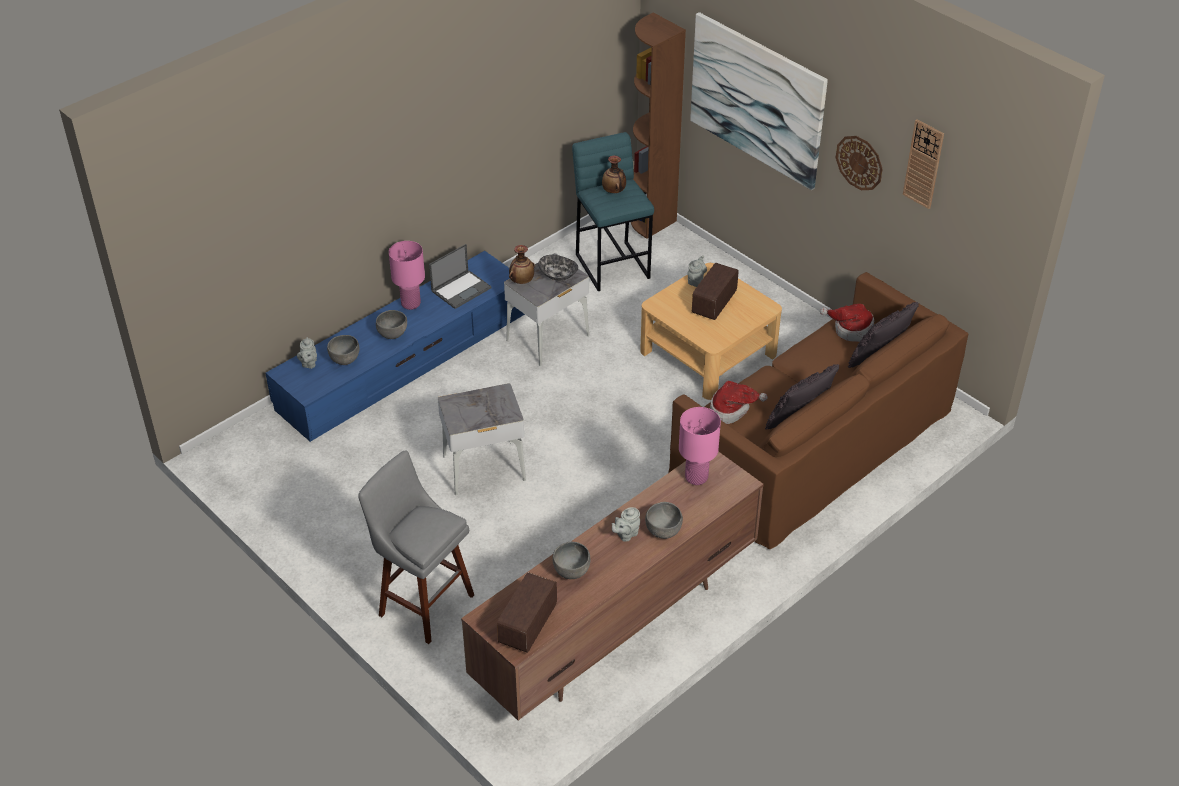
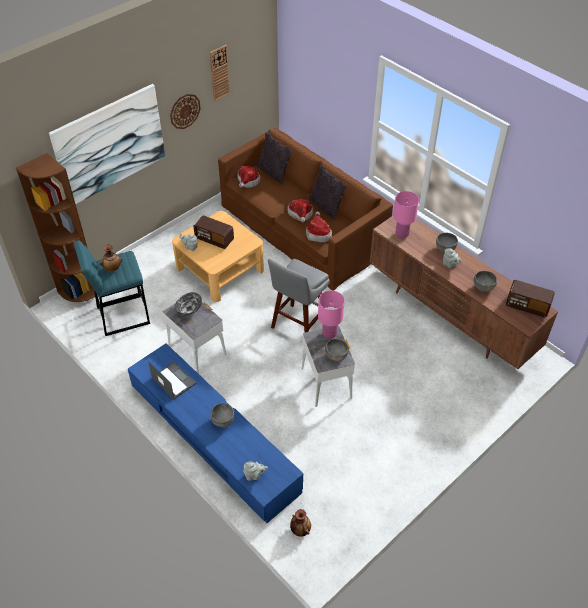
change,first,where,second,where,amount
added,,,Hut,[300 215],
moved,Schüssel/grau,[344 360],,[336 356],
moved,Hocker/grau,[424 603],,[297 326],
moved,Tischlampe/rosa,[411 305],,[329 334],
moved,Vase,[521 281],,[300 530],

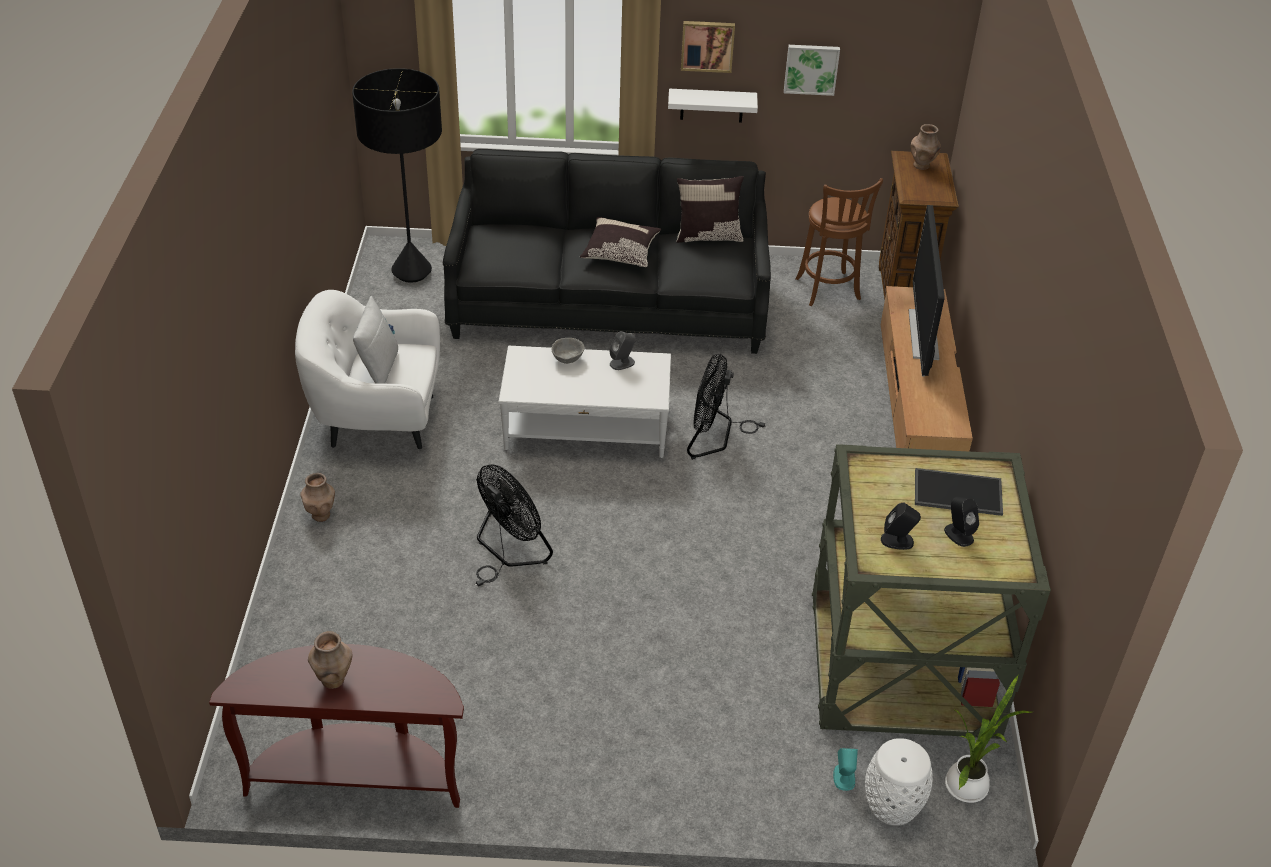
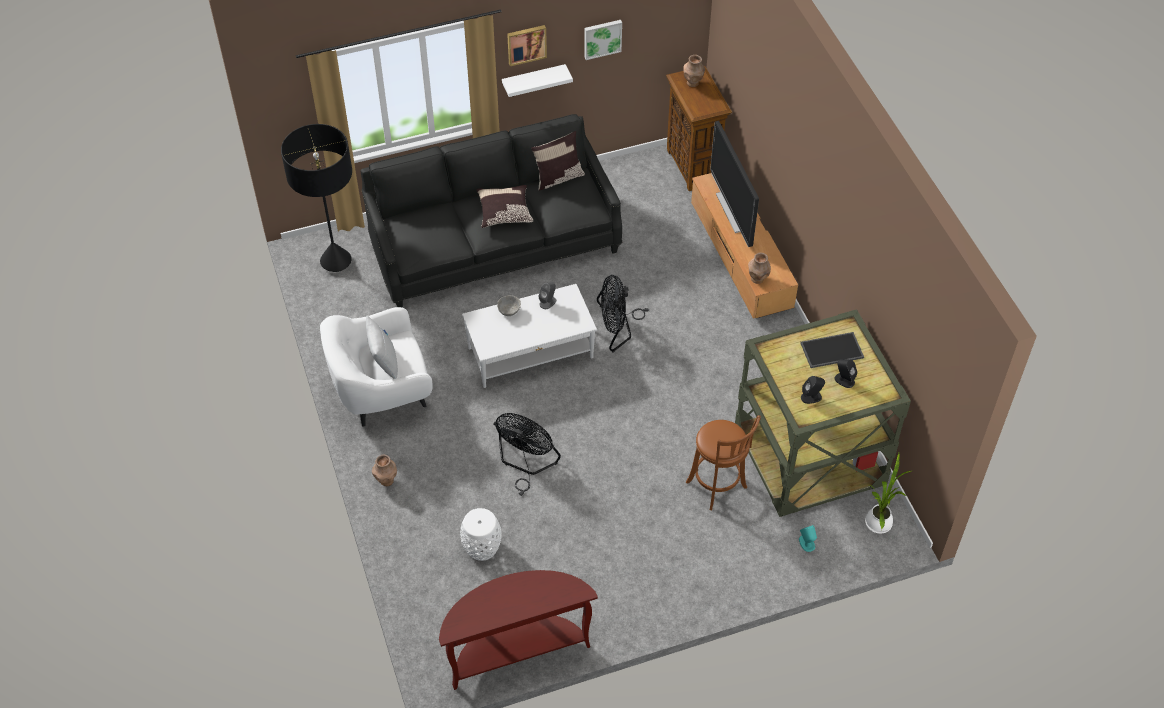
change,first,where,second,where,amount
moved,Vase/braun,[333 680],,[757 279],
moved,Hocker/braun,[828 291],,[718 487],
moved,Hocker/weiß,[892 805],,[482 547],

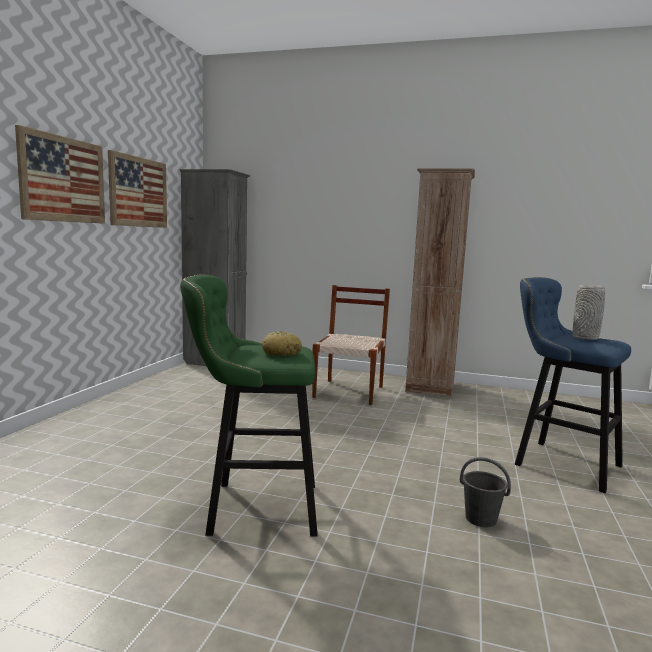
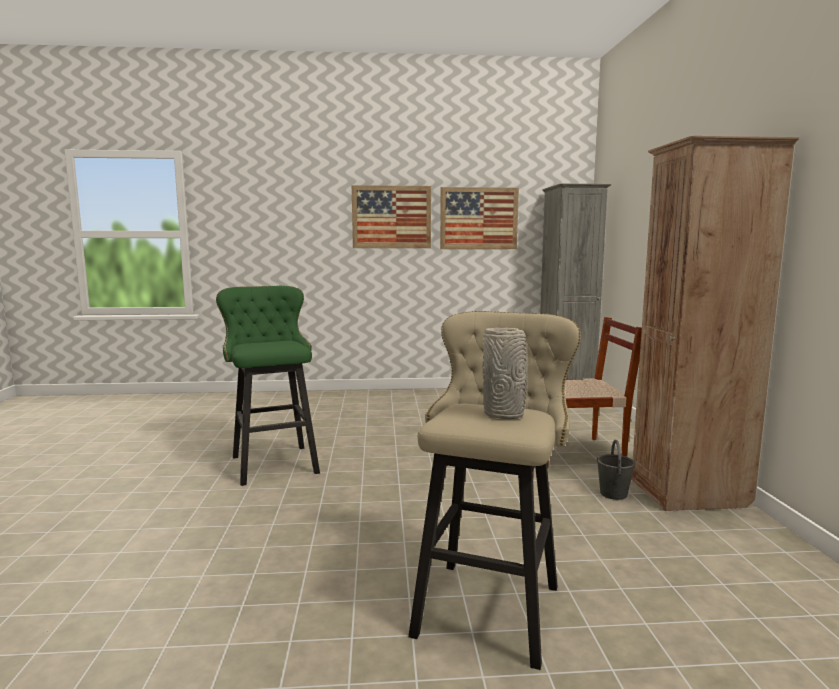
change,first,where,second,where,amount
removed,Brot,[281 353],,,
moved,Eimer/grau,[481 519],,[613 494],
recoloured,Hocker/blau,[555 461],Hocker/beige,[492 598],

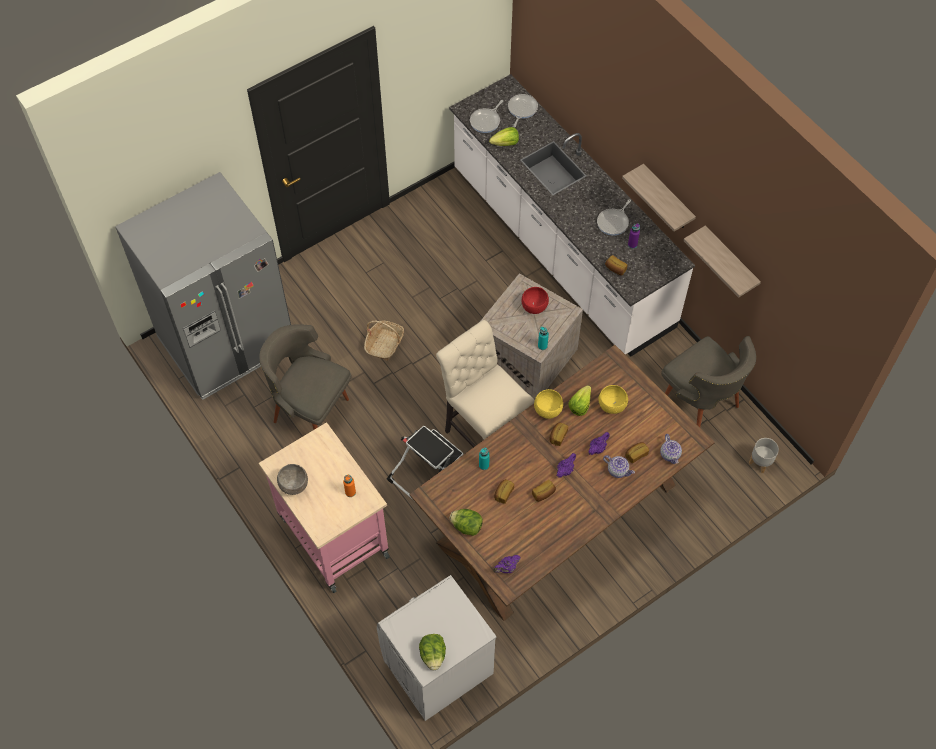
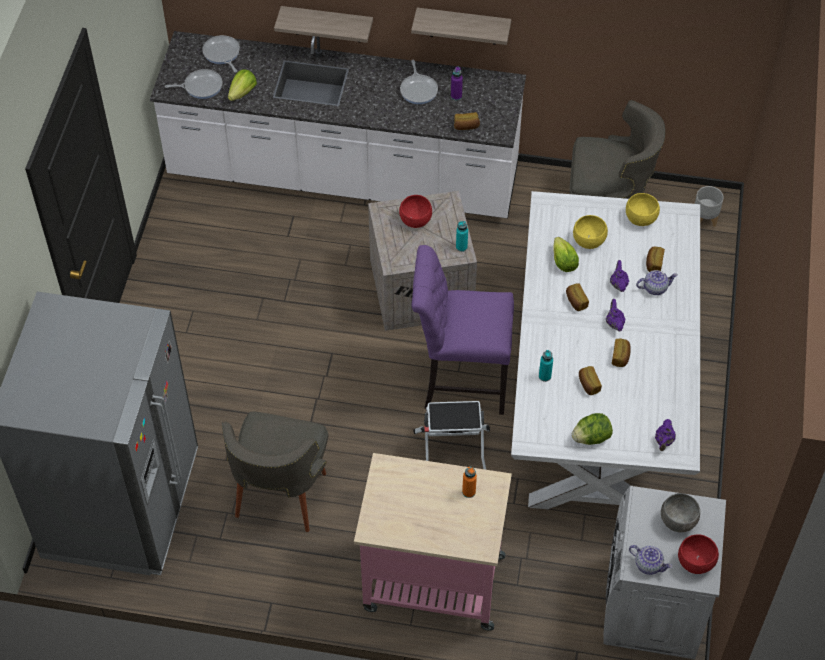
change,first,where,second,where,amount
removed,Korb,[384 344],,,
moved,Schüssel/grau,[293 485],,[678 522],
moved,Schüssel/gelb,[548 410],,[641 219],
moved,Teekanne,[670 454],,[649 564],
moved,Wandregal,[730 262],,[327 24],
replaced,Salatkopf,[433 655],Schüssel/rot,[695 562],
recoloured,Esstisch/braun,[557 512],Esstisch/weiß,[598 393],
recoloured,Hocker/beige,[484 432],Hocker/lila,[460 381],
turned,Stuhl/grau,[311 411],,[281 494],60 degrees counterclockwise
turned,Pfanne,[486 121],,[201 86],90 degrees counterclockwise

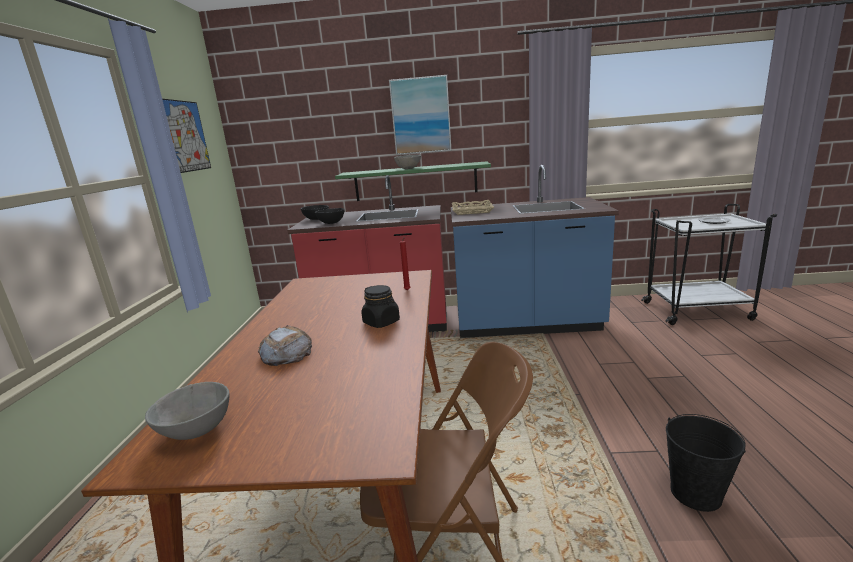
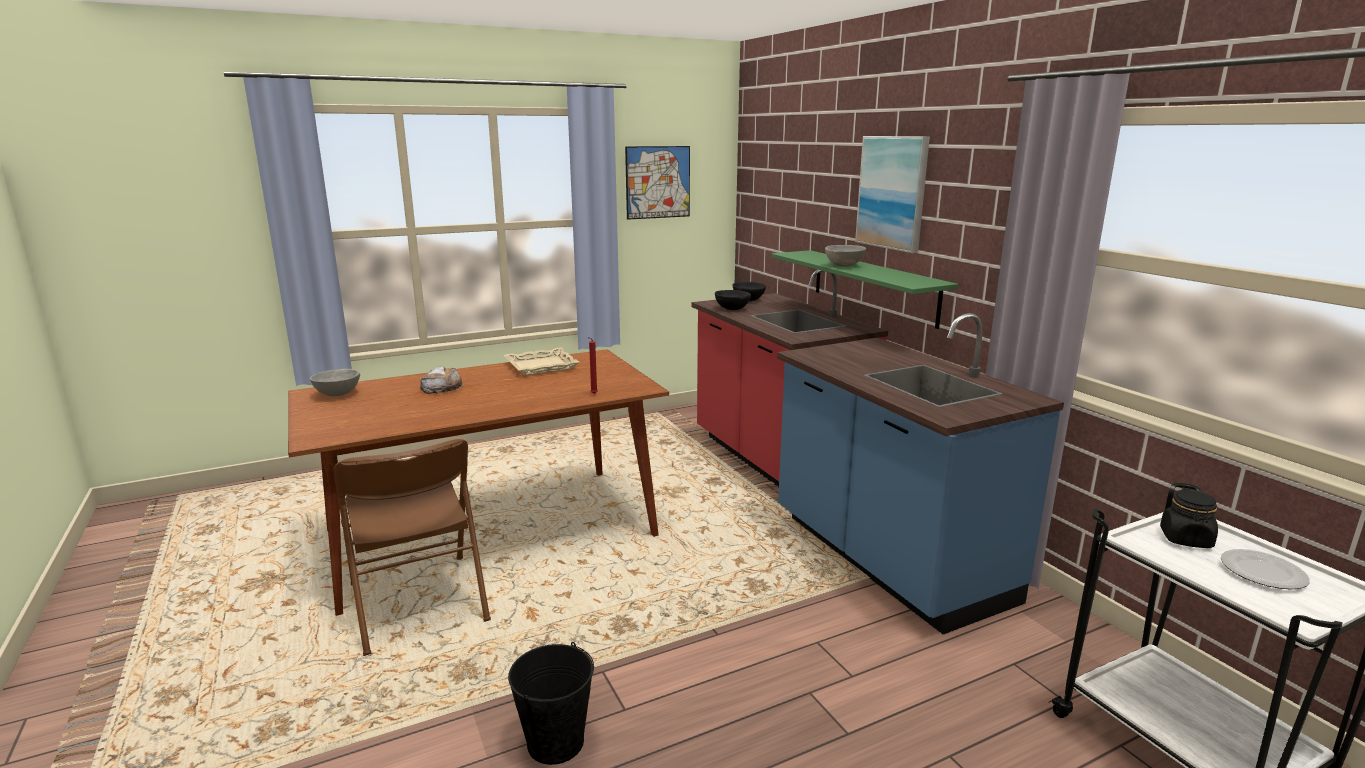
change,first,where,second,where,amount
moved,Vorratsglas/schwarz,[381 322],,[1186 539],
moved,Tablett/beige,[472 210],,[541 366],

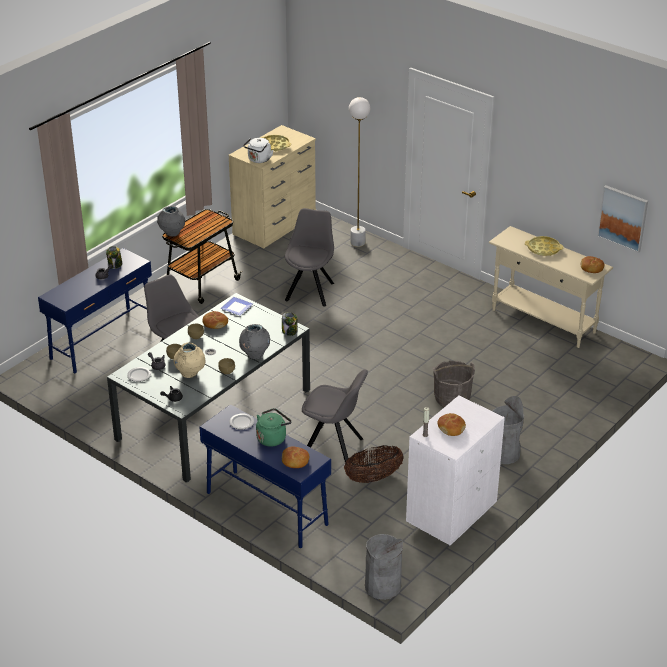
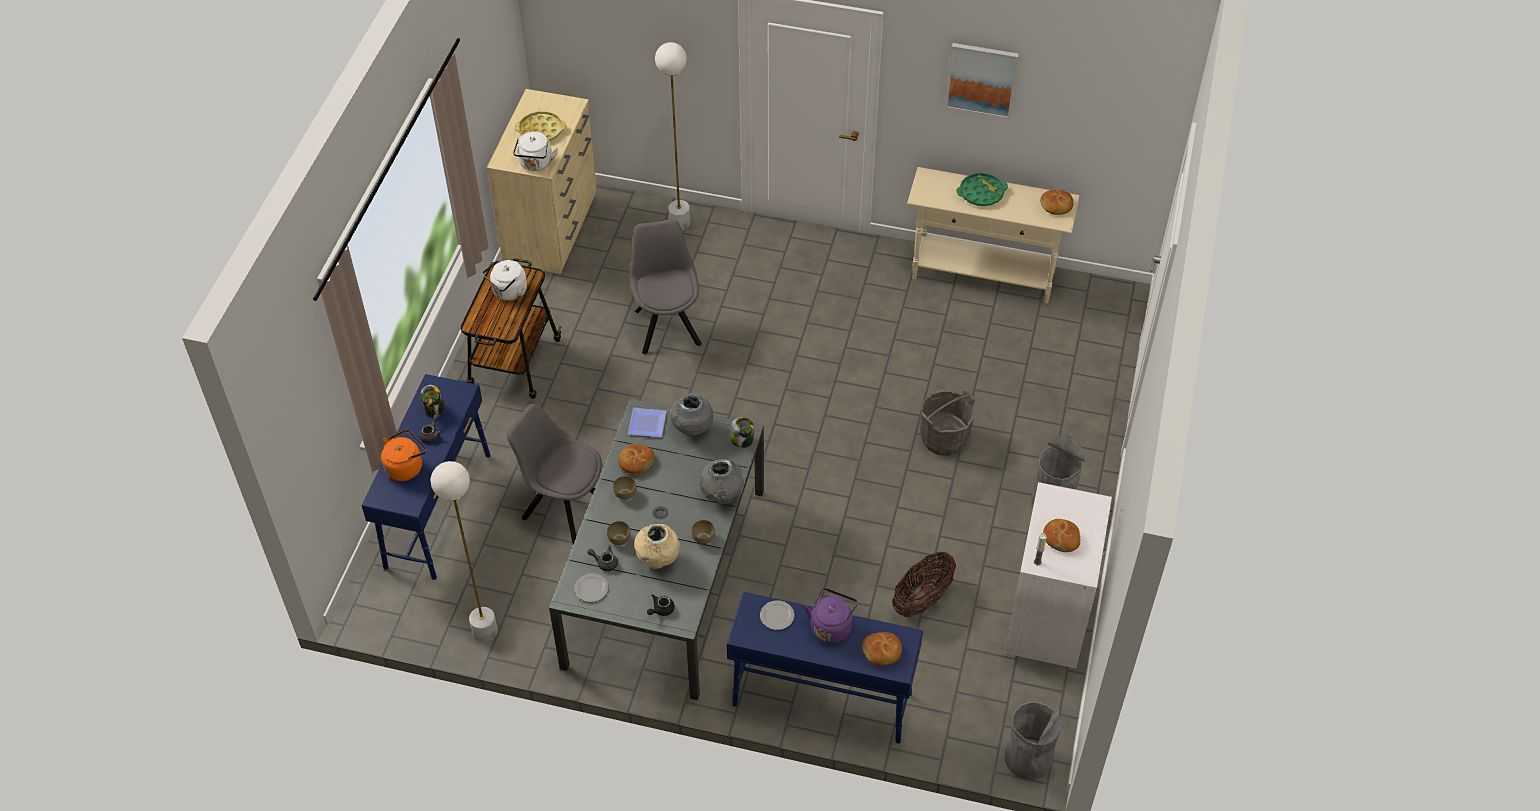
change,first,where,second,where,amount
removed,Stuhl/grau,[333 447],,,
added,,,Wasserkessel/orange,[406 467],
added,,,Stehlampe/weiß,[484 631],
added,,,Wasserkessel/weiß,[508 292],
moved,Vase/grau,[172 234],,[692 429],
moved,Bild,[623 218],,[982 79],
recoloured,Wasserkessel/grün,[272 438],Wasserkessel/lila,[831 626],
recoloured,Tablett/gelb,[543 249],Tablett/grün,[981 193],

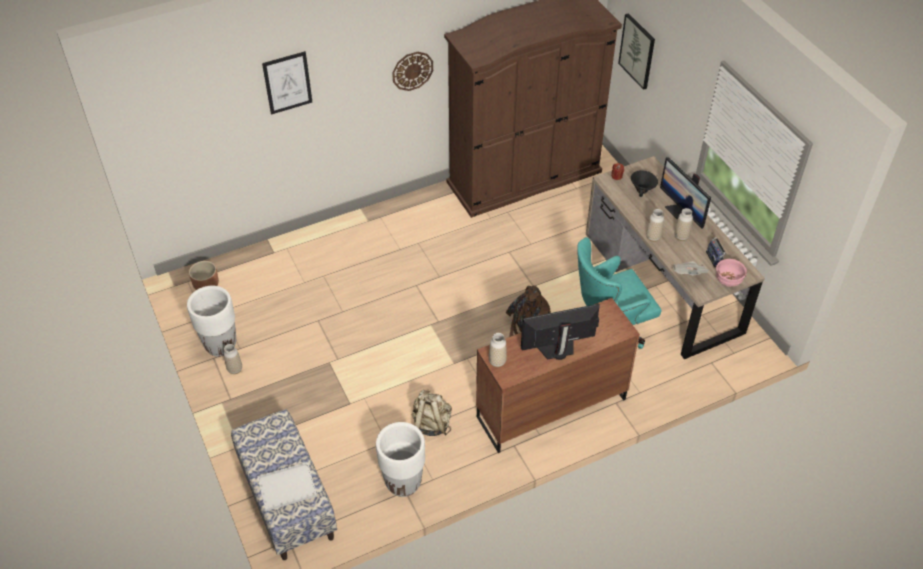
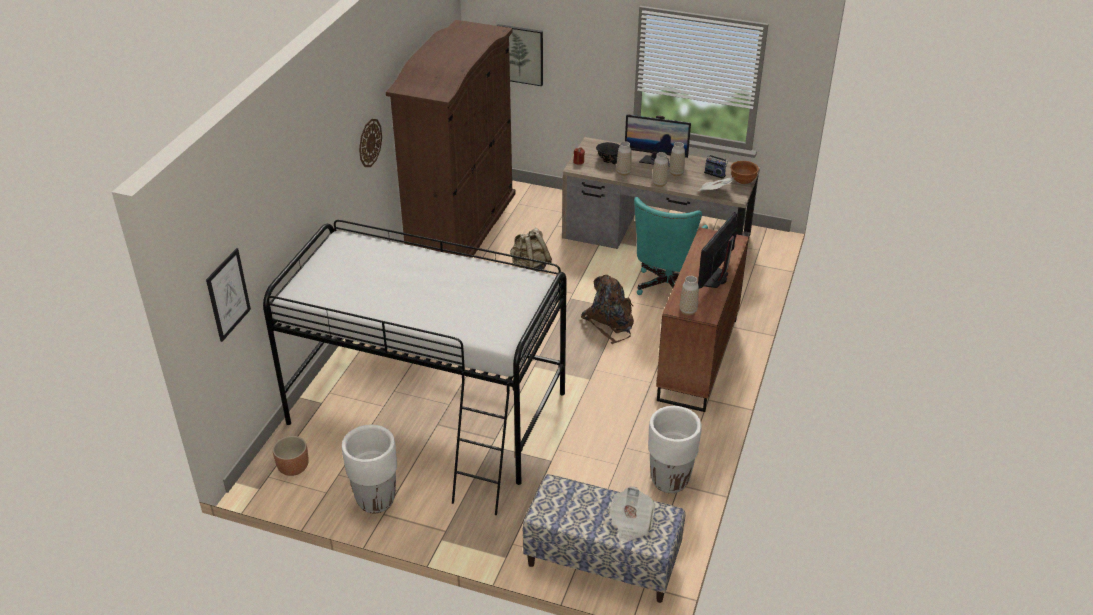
change,first,where,second,where,amount
added,,,Bett/schwarz,[429 411],
moved,Vase,[235 369],,[623 173],
moved,Bild,[287 82],,[228 294],
moved,Rucksack/beige,[431 424],,[530 267],
replaced,Tablett/weiß,[286 488],Zeitung,[630 523],
recoloured,Schüssel/rosa,[727 281],Schüssel/braun,[742 181],

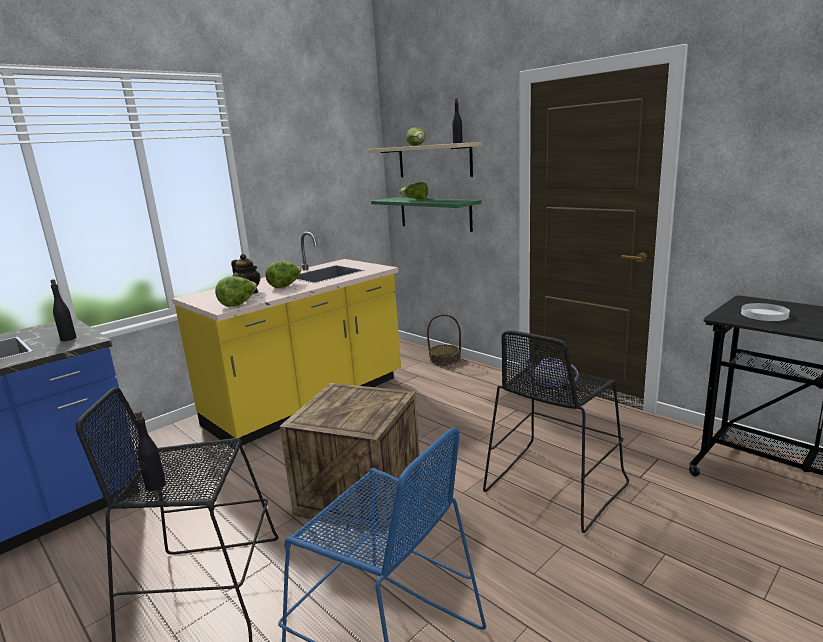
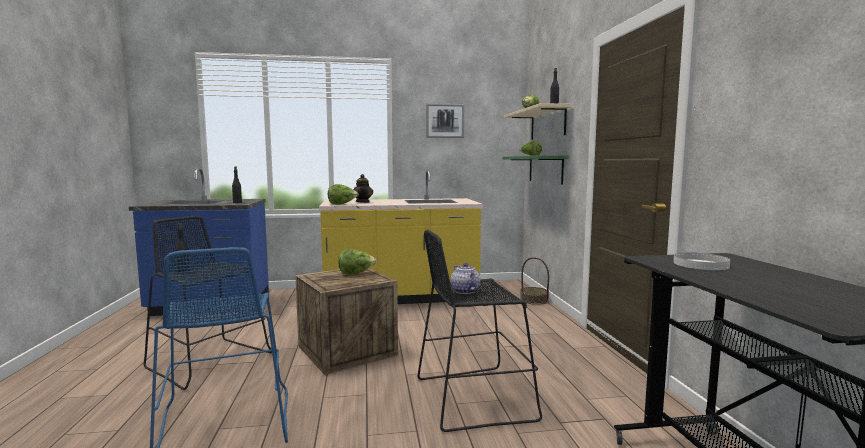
change,first,where,second,where,amount
added,,,Bild,[445 121],
moved,Salatkopf,[285 286],,[356 274],

